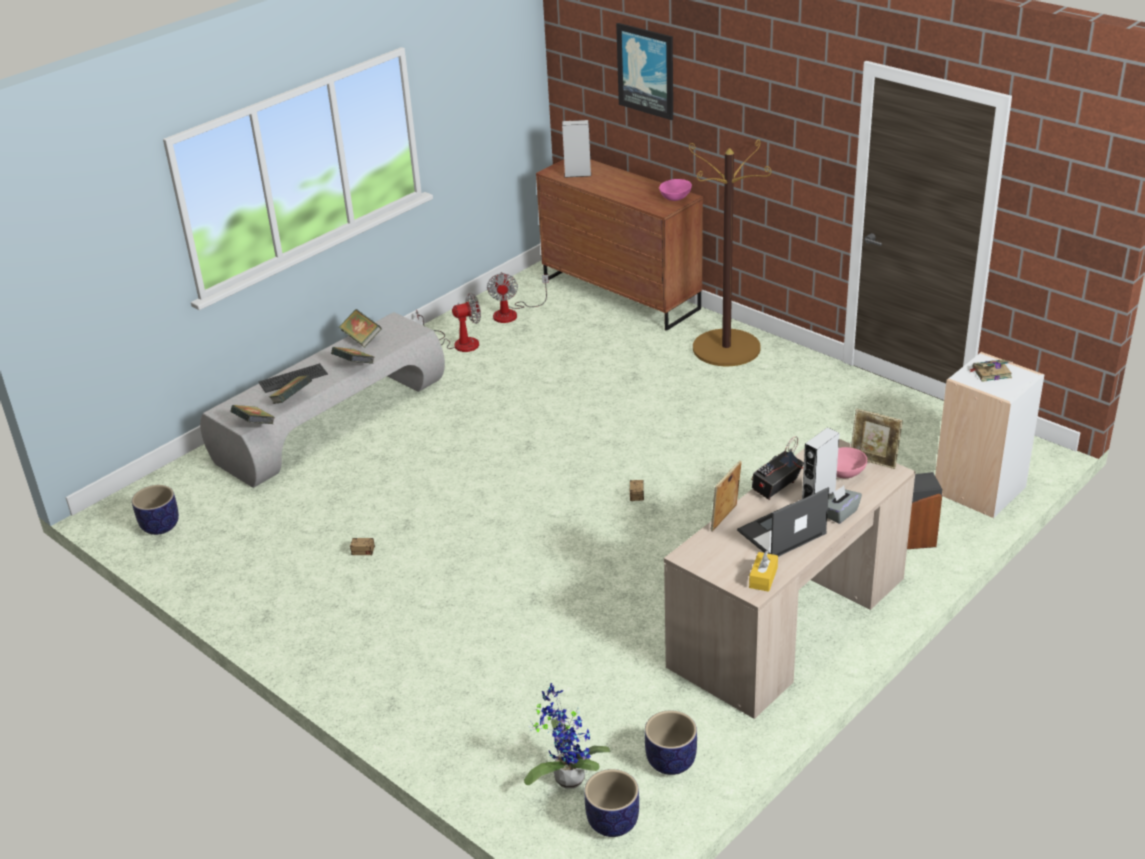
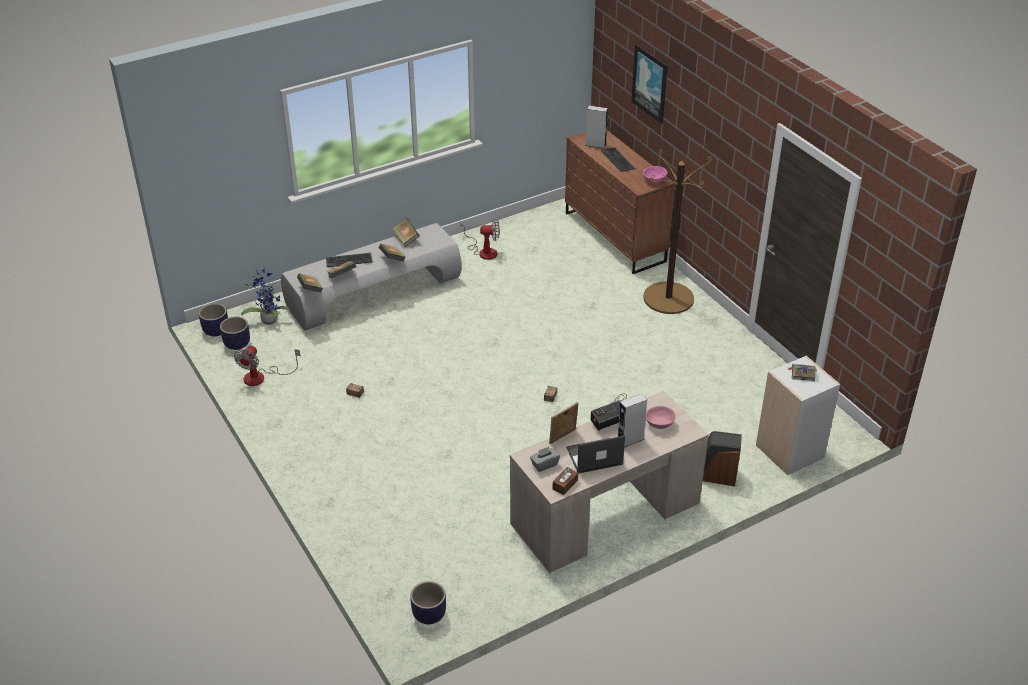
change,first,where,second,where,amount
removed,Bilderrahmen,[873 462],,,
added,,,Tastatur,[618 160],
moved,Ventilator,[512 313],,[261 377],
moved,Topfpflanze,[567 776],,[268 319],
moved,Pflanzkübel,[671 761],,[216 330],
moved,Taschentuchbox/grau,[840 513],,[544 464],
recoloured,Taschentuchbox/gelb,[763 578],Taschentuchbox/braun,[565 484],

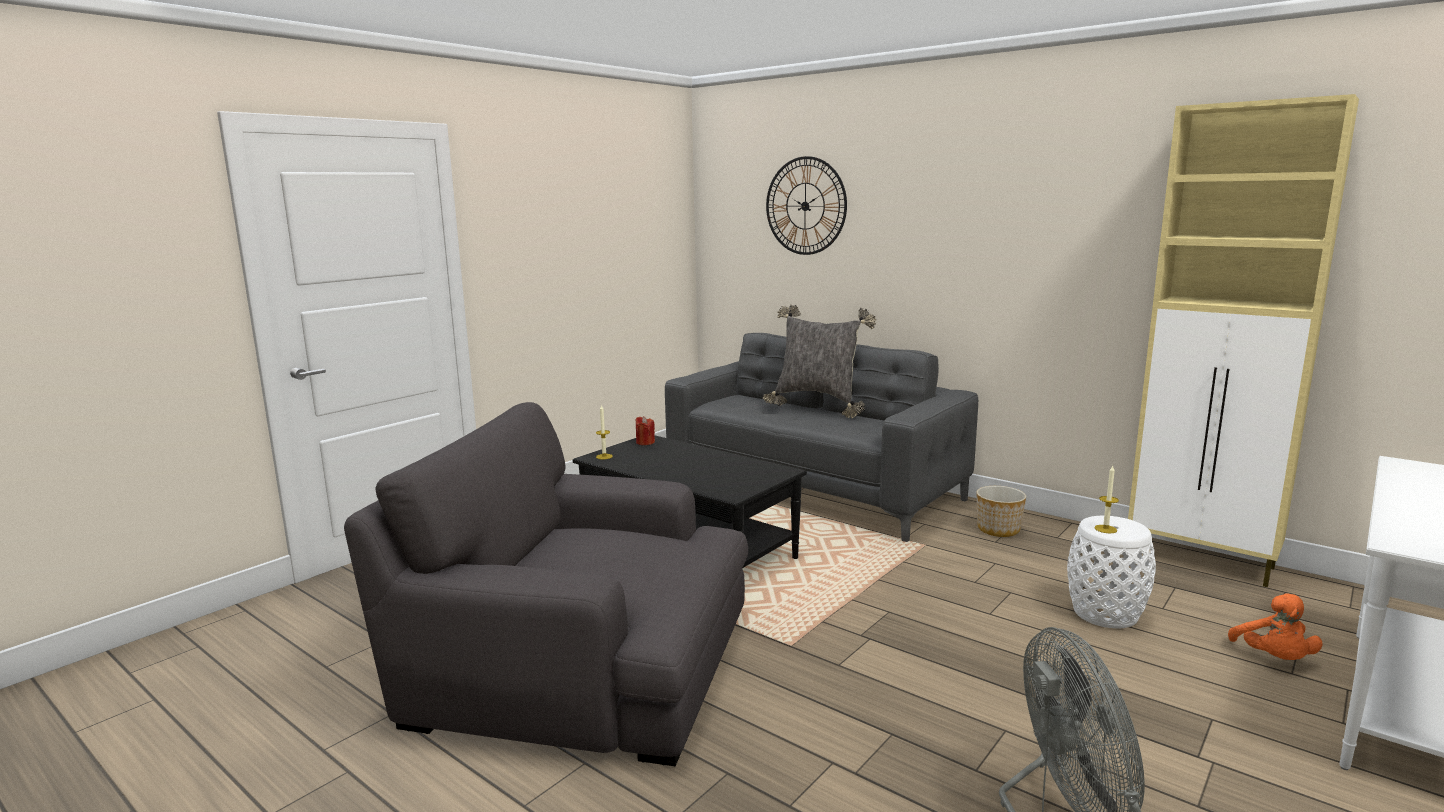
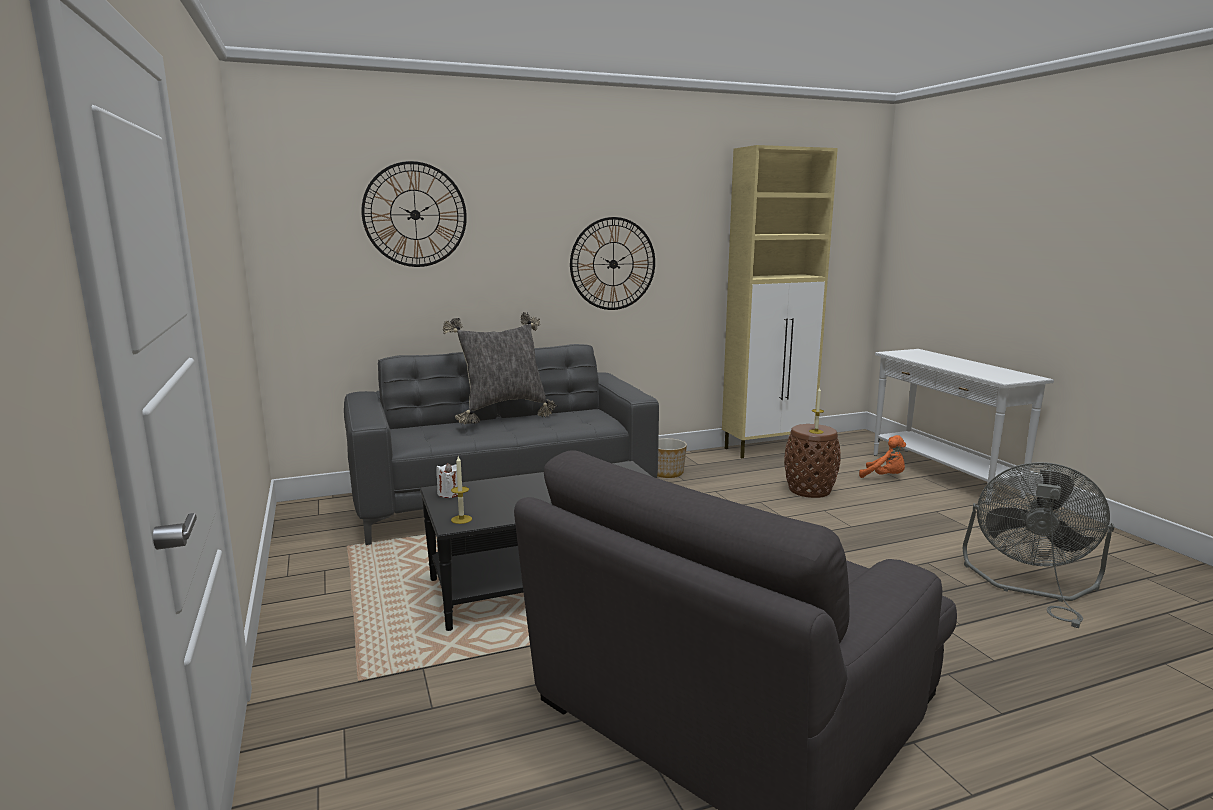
change,first,where,second,where,amount
added,,,Wanduhr,[613 264],
recoloured,Kerze/rot,[645 442],Kerze/weiß,[449 494],
recoloured,Hocker/weiß,[1105 614],Hocker/braun,[809 490],

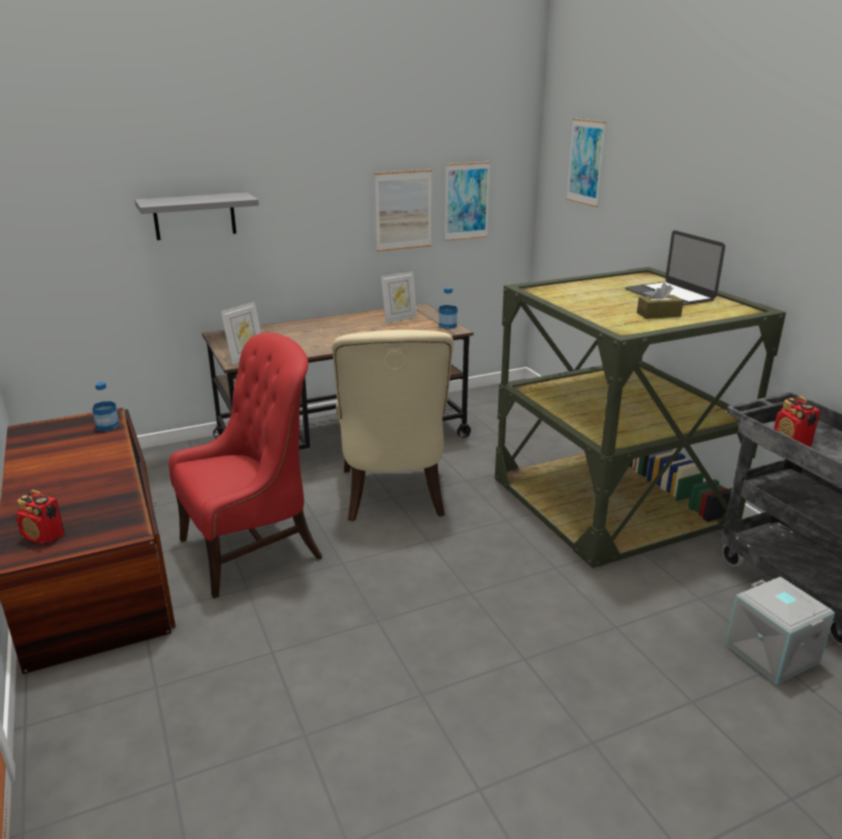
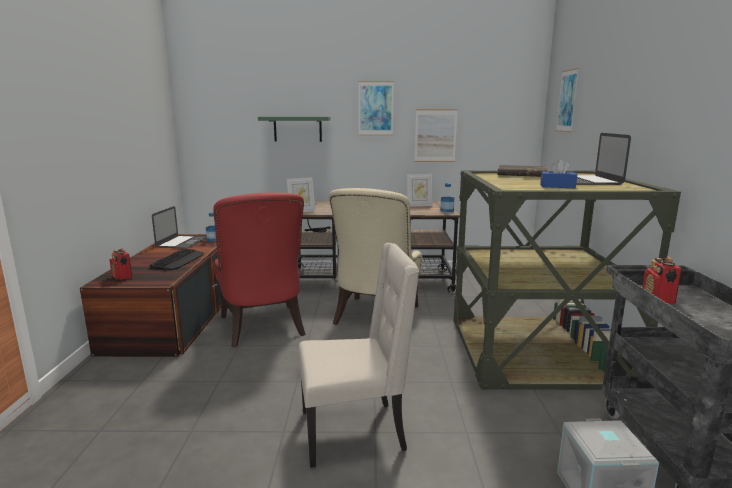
change,first,where,second,where,amount
added,,,Tastatur,[178 260],
added,,,Laptop,[181 242],
added,,,Stuhl/beige,[355 431],
added,,,Buch/braun,[521 174],
moved,Bild,[466 201],,[375 108],
recoloured,Wandregal/grau,[194 216],Wandregal/grün,[297 129],
recoloured,Taschentuchbox/braun,[658 314],Taschentuchbox/blau,[557 186],
turned,Stuhl/rot,[253 548],,[263 326],75 degrees clockwise

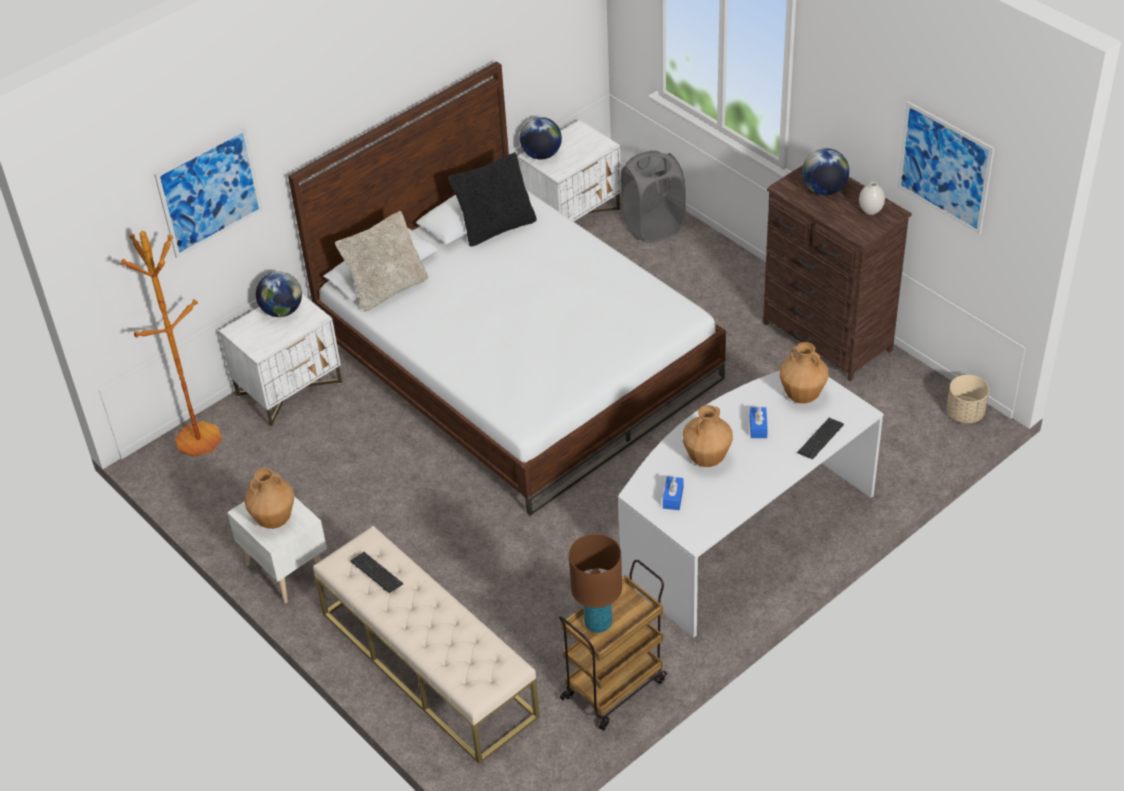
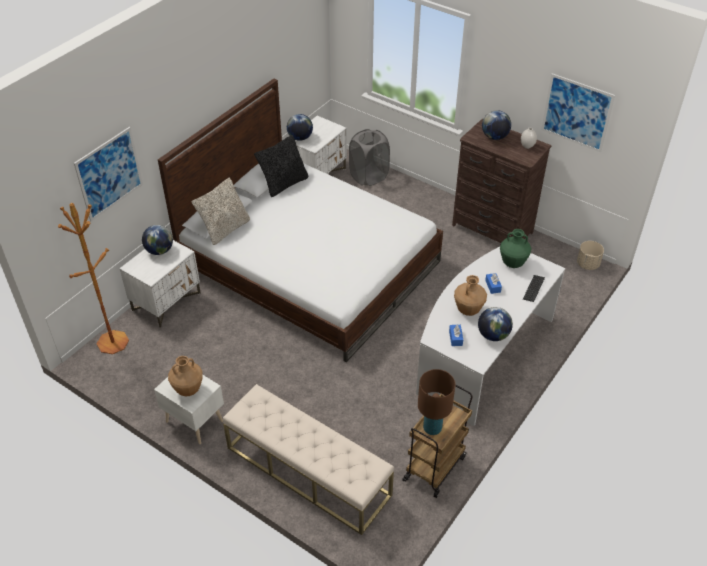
change,first,where,second,where,amount
removed,Tastatur,[376 573],,,
added,,,Globus,[493 335],
recoloured,Vase/braun,[801 395],Vase/grün,[512 263],

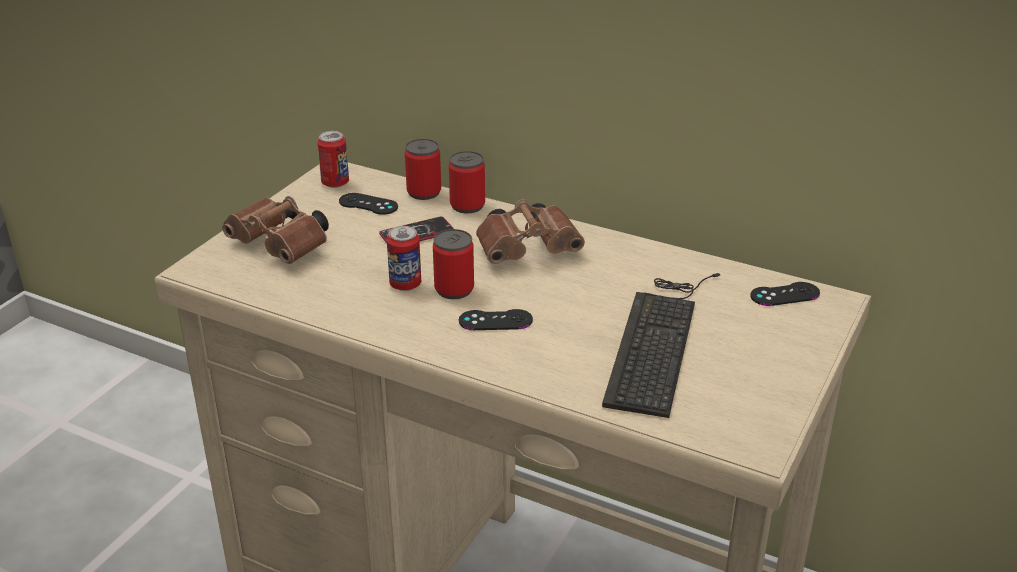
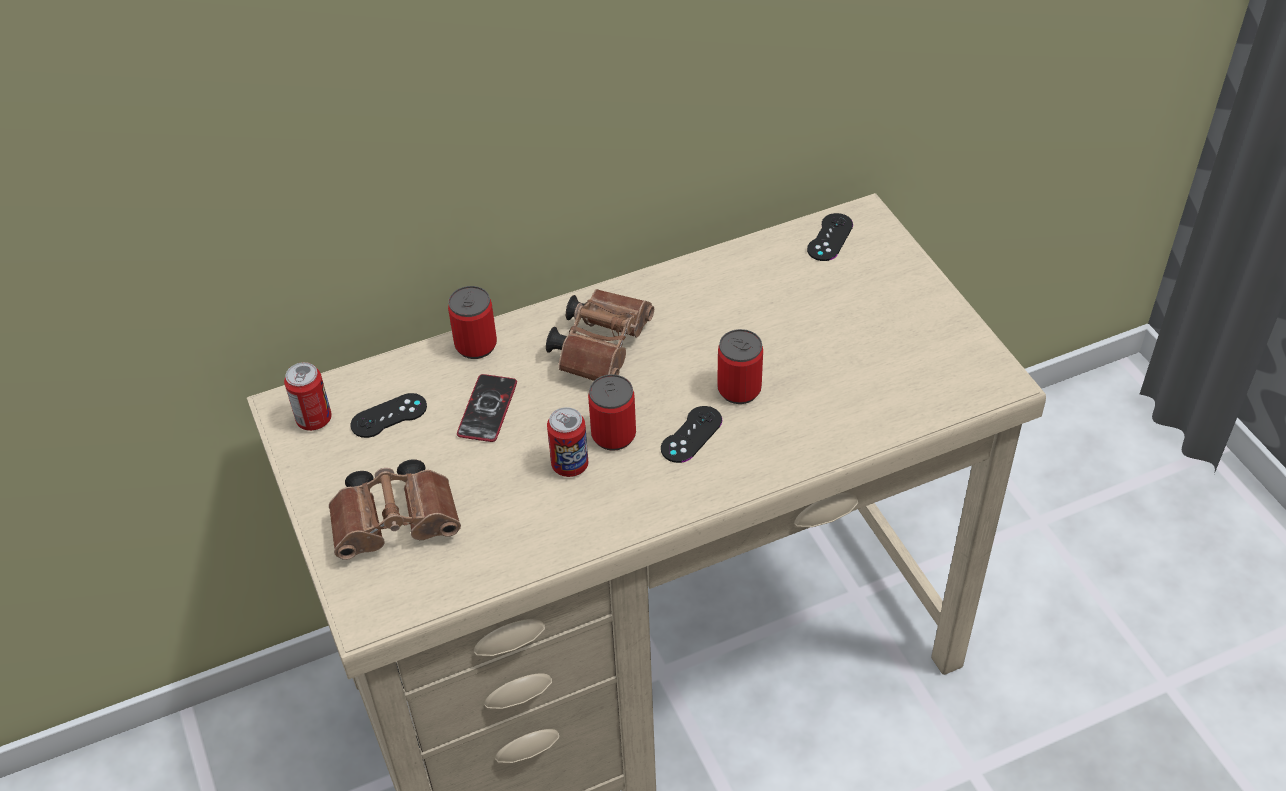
change,first,where,second,where,amount
removed,Tastatur,[658 339],,,
moved,Dose,[424 192],,[739 389],

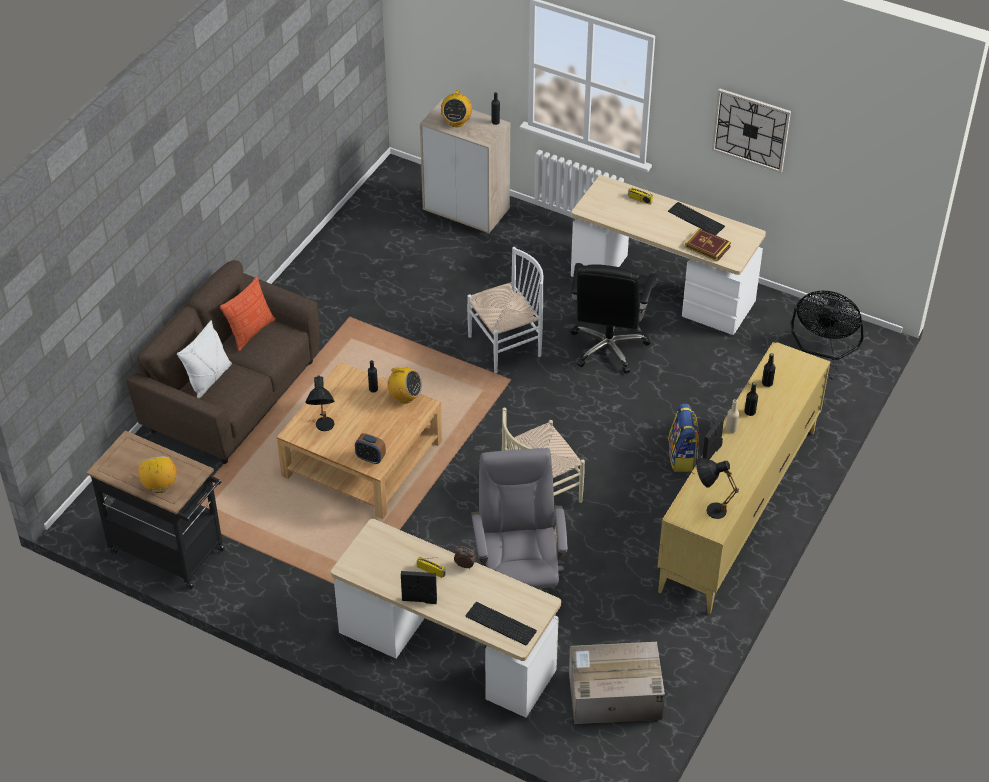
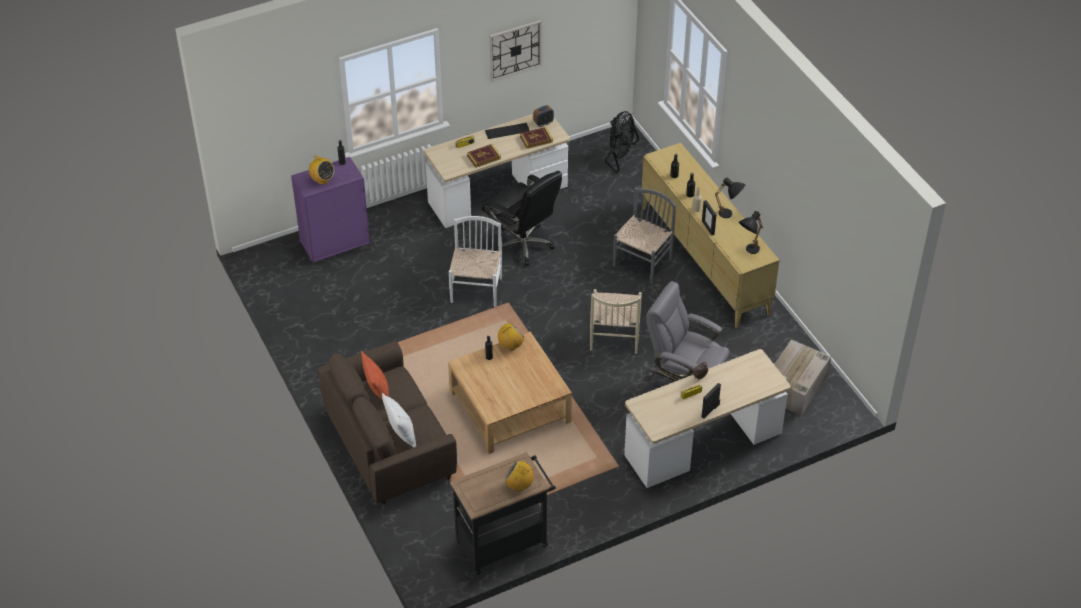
change,first,where,second,where,amount
removed,Tastatur,[499 624],,,
added,,,Buch,[483 157],
moved,Tischlampe/schwarz,[323 429],,[729 216],
moved,Wecker,[370 458],,[543 123],
replaced,Rucksack,[683 457],Stuhl/grau,[643 261],
recoloured,Schrank/beige,[467 213],Schrank/lila,[336 245],
turned,Ventilator/schwarz,[824 350],,[615 157],150 degrees clockwise

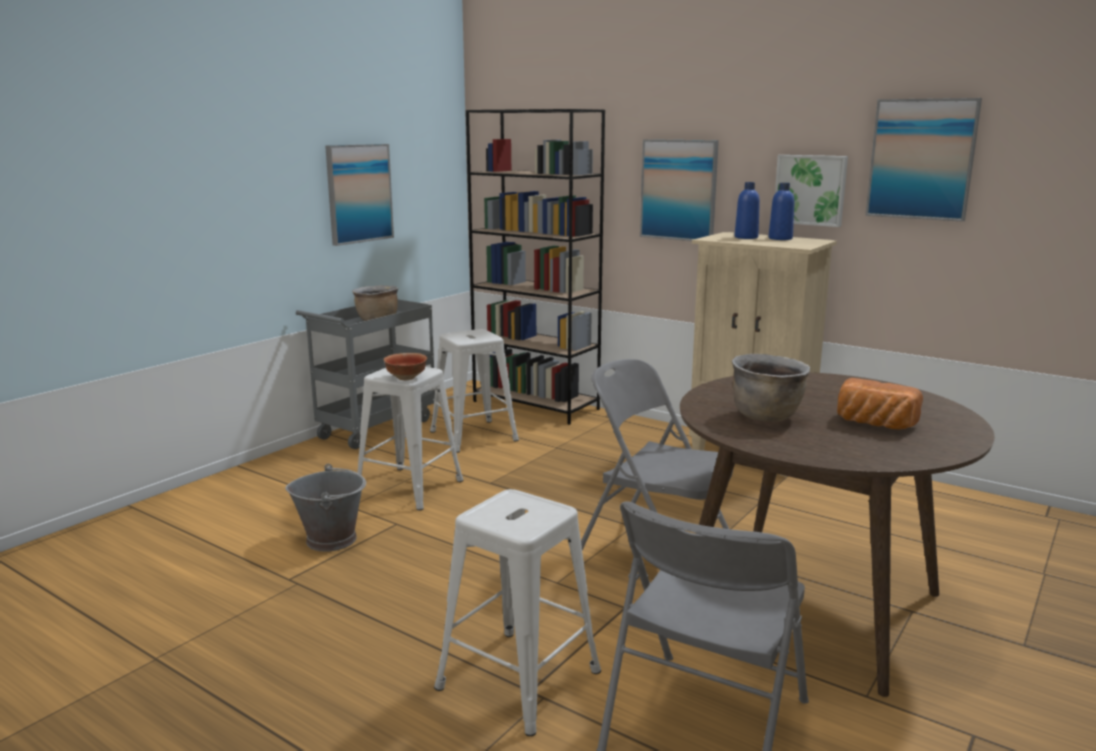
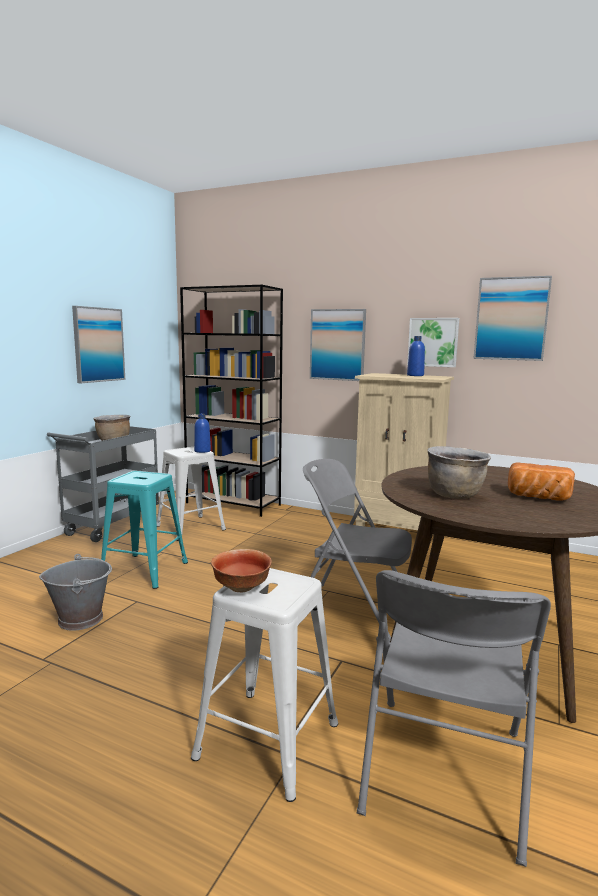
change,first,where,second,where,amount
moved,Schüssel,[407 378],,[242 587],
moved,Flasche/blau,[746 237],,[202 451],
recoloured,Hocker/weiß,[410 488],Hocker/türkis,[144 571],

